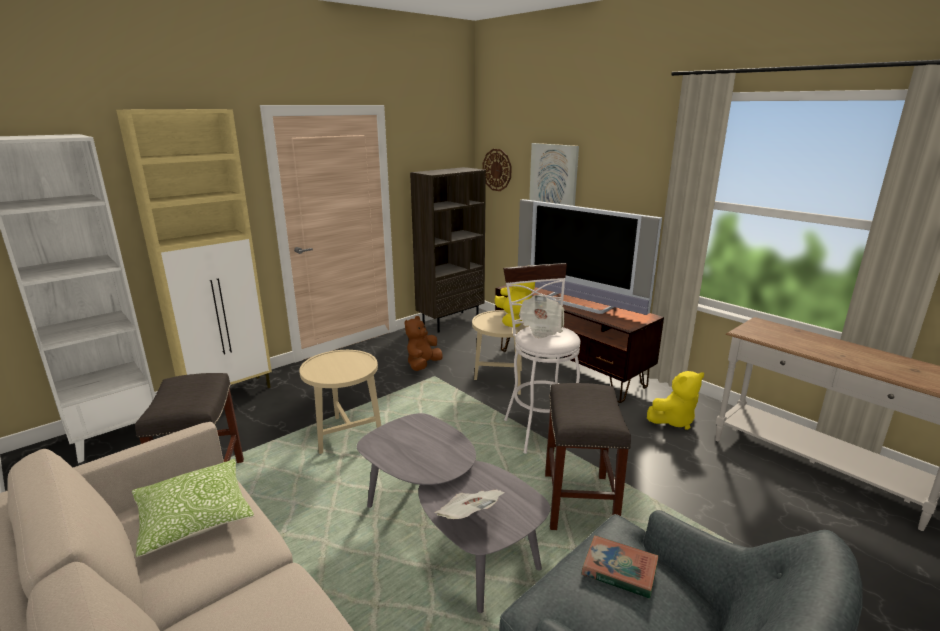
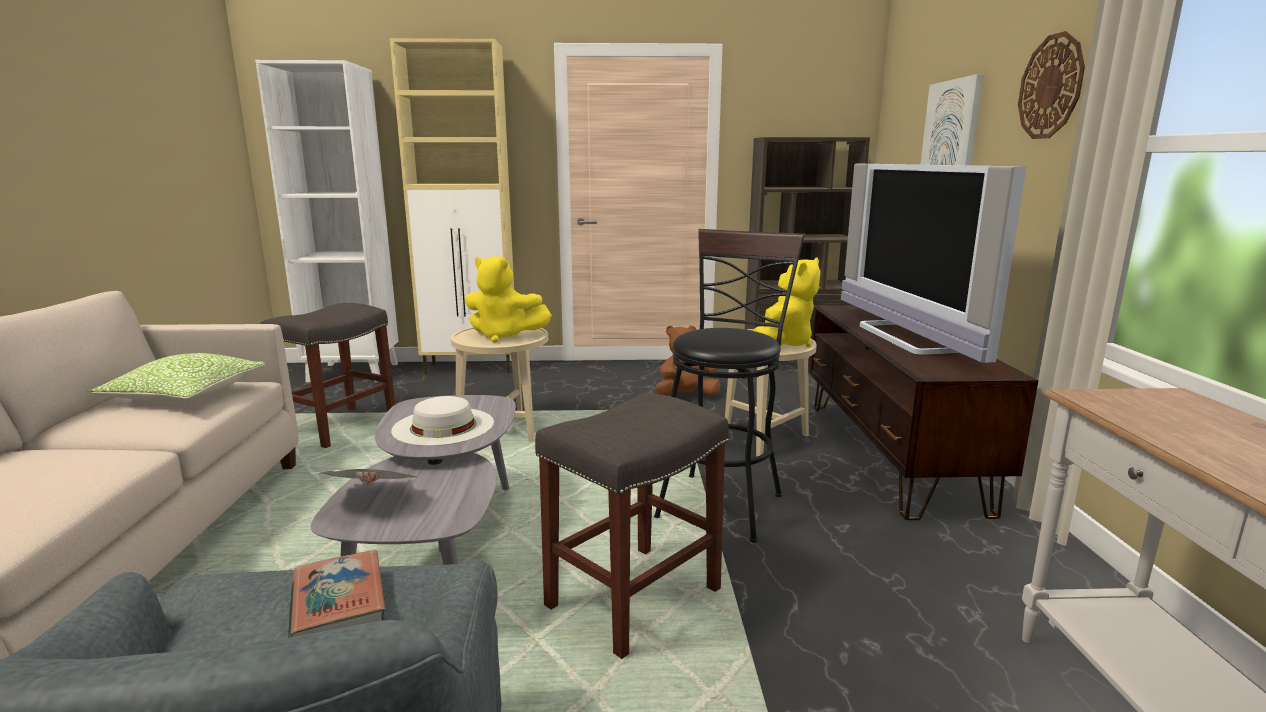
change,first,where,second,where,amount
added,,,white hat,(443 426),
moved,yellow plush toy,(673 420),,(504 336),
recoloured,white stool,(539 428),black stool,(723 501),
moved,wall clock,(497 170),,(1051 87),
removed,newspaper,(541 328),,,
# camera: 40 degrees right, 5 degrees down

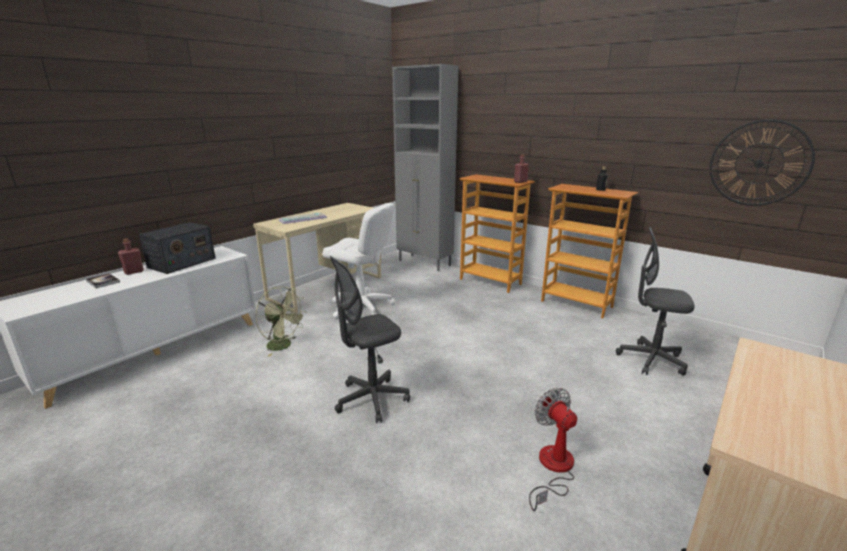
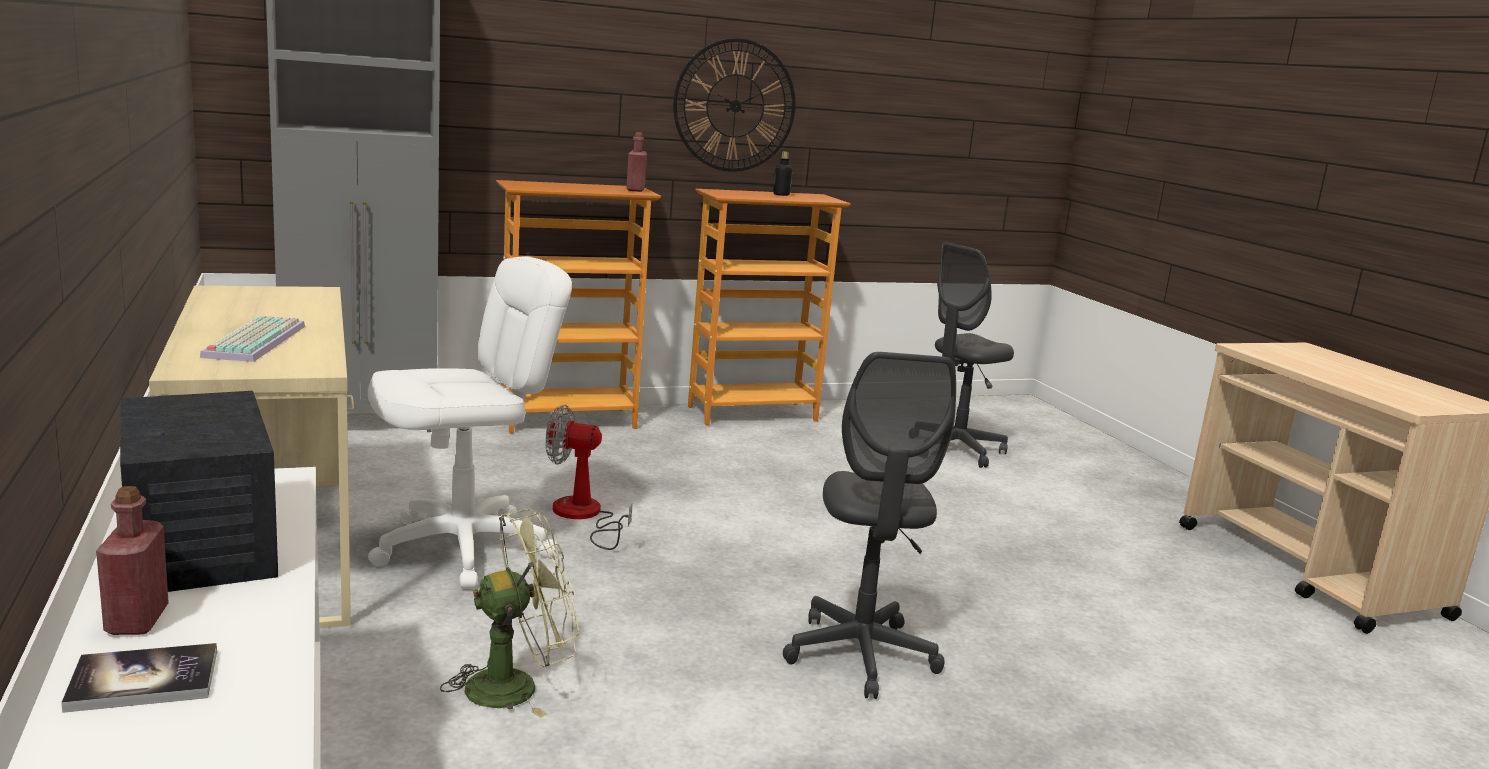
change,first,where,second,where,amount
moved,fan,(553 468),,(584 516),
moved,wall clock,(759 163),,(735 106),
# camera: 60 degrees left, 5 degrees down

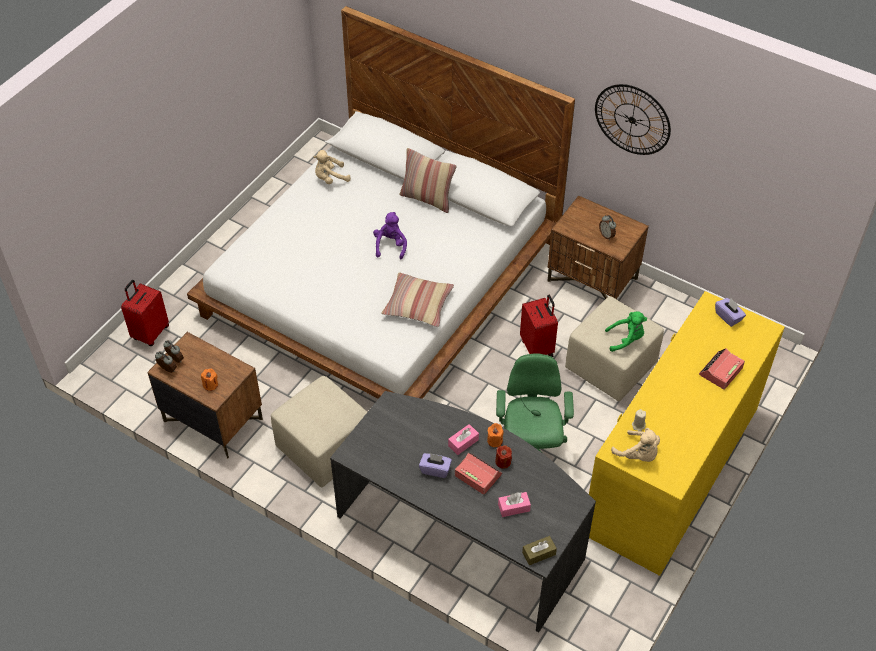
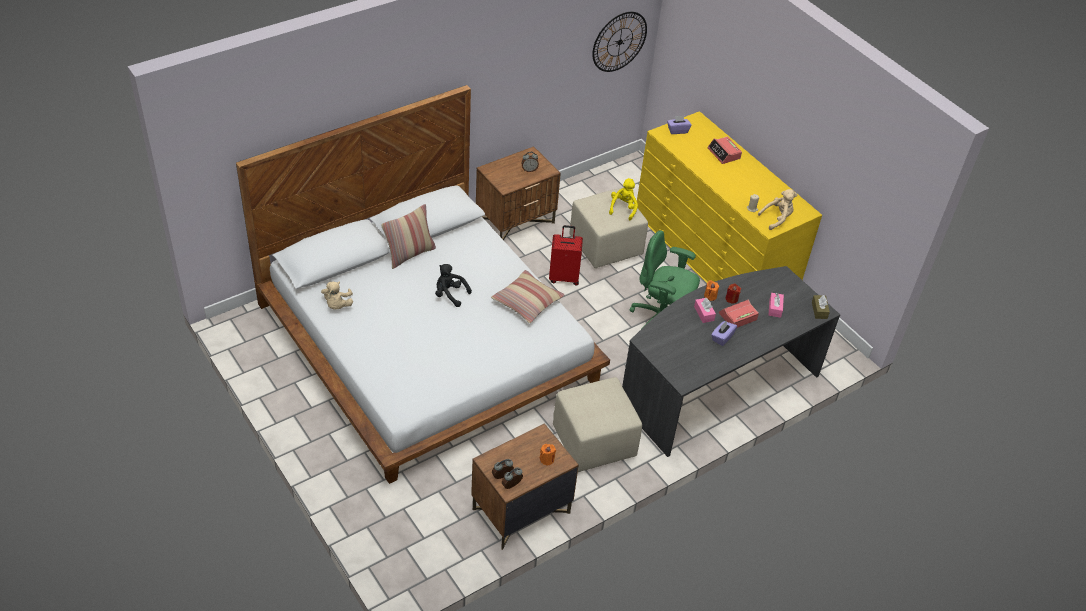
change,first,where,second,where,amount
recoloured,purple plush toy,(390 246),black plush toy,(450 294),
moved,wall clock,(632 119),,(619 42),
recoloured,green plush toy,(626 339),yellow plush toy,(623 208),
removed,red suitcase,(150 333),,,
# camera: 70 degrees left, 5 degrees down

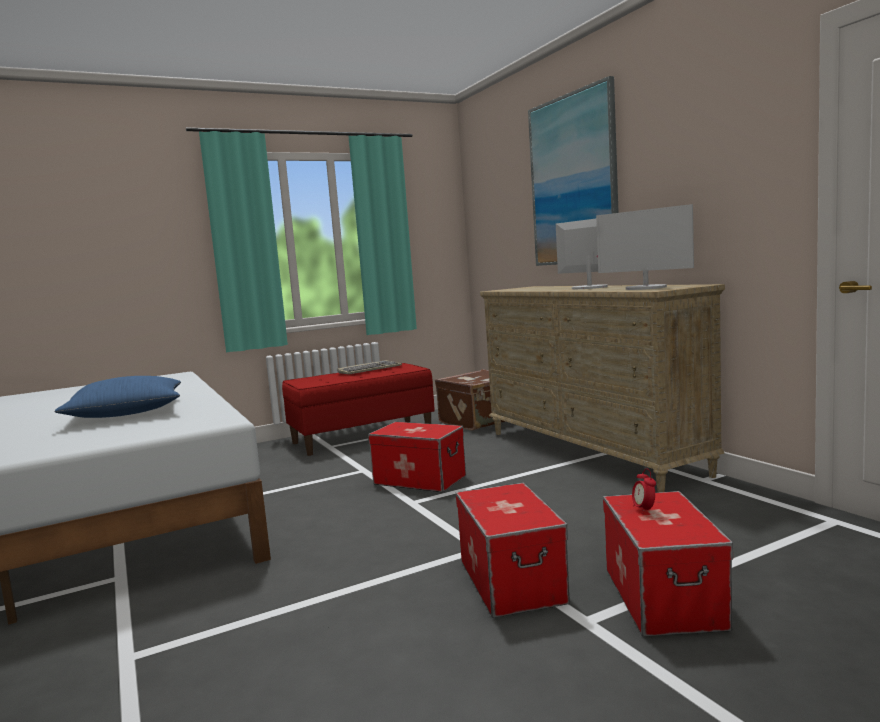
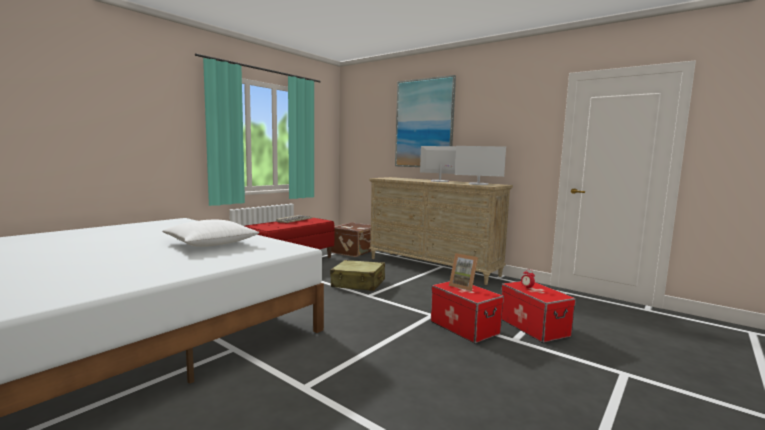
change,first,where,second,where,amount
recoloured,blue pillow,(127 413),white pillow,(211 244),
replaced,storage box,(420 480),beige suitcase,(358 284),
added,,,picture frame,(463 286),
# camera: 25 degrees left, 0 degrees up

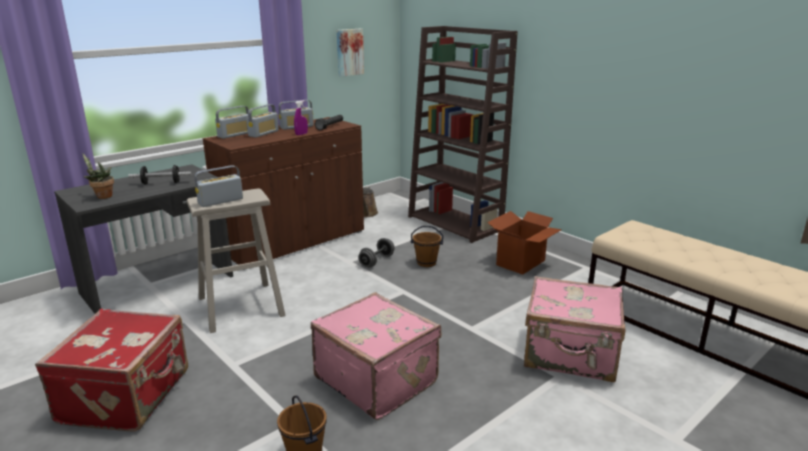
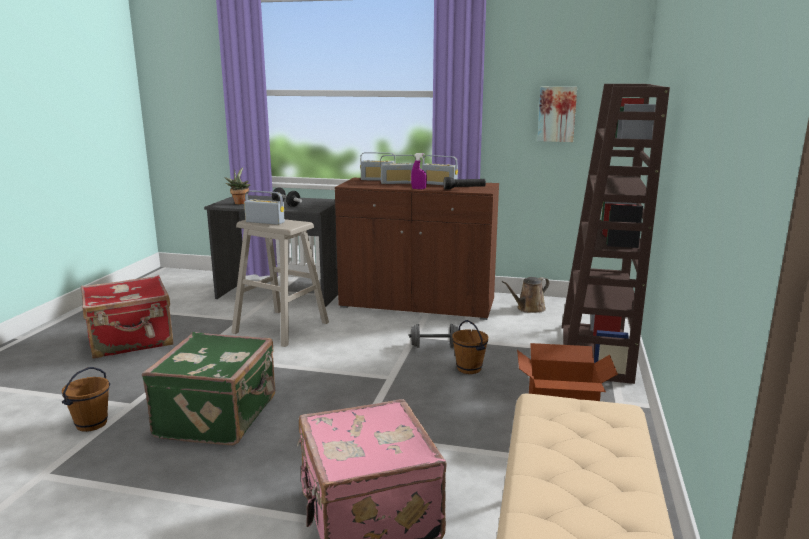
change,first,where,second,where,amount
recoloured,pink suitcase,(377 379),green suitcase,(219 417),
# camera: 55 degrees right, 5 degrees down

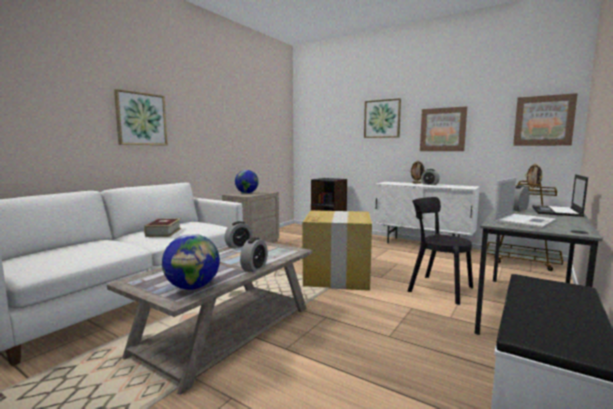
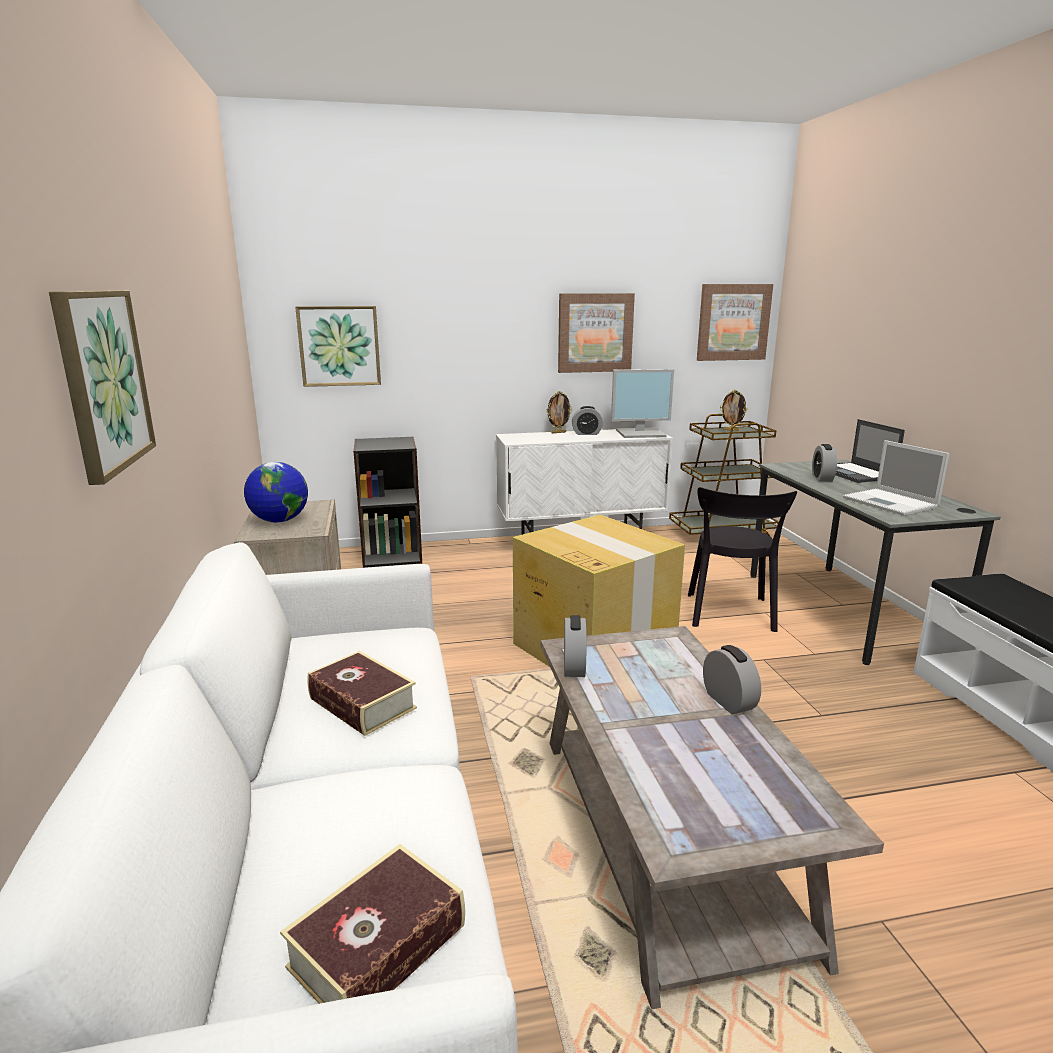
change,first,where,second,where,amount
added,,,book,(378 946),
moved,picture,(382 119),,(339 346),
added,,,monitor,(641 433),
turned,black chair,(437 288),,(730 614),75 degrees counterclockwise
turned,laptop,(524 221),,(891 503),150 degrees clockwise
removed,globe,(193 287),,,
# camera: 45 degrees left, 10 degrees up

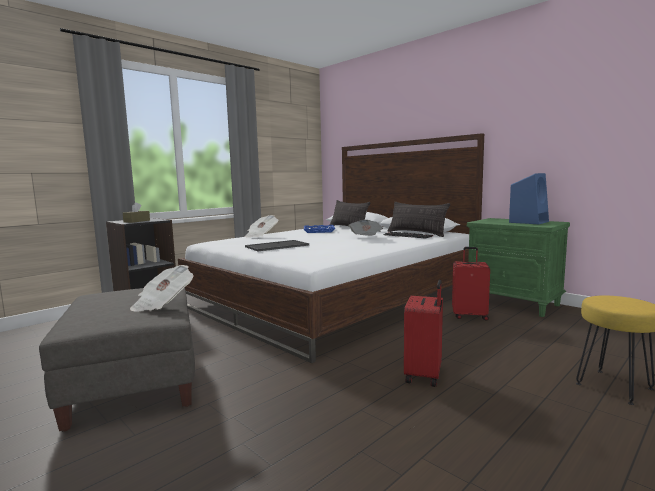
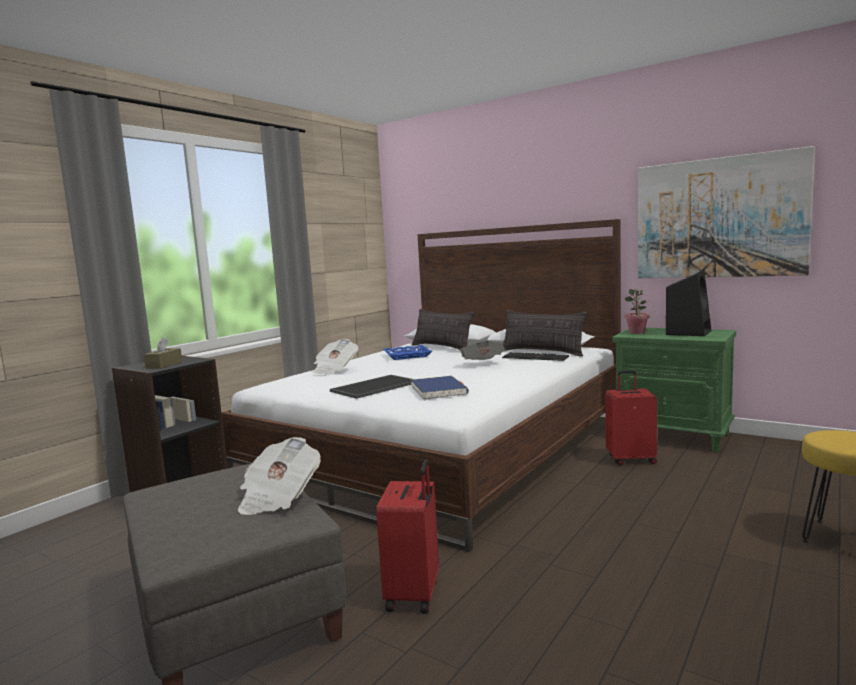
change,first,where,second,where,amount
moved,red suitcase,(424 375),,(415 594),
added,,,blue book,(438 391),
added,,,potted plant,(637 332),
added,,,picture,(719 218),
recoloured,blue speaker,(529 222),black speaker,(688 332),
# camera: 10 degrees left, 0 degrees up

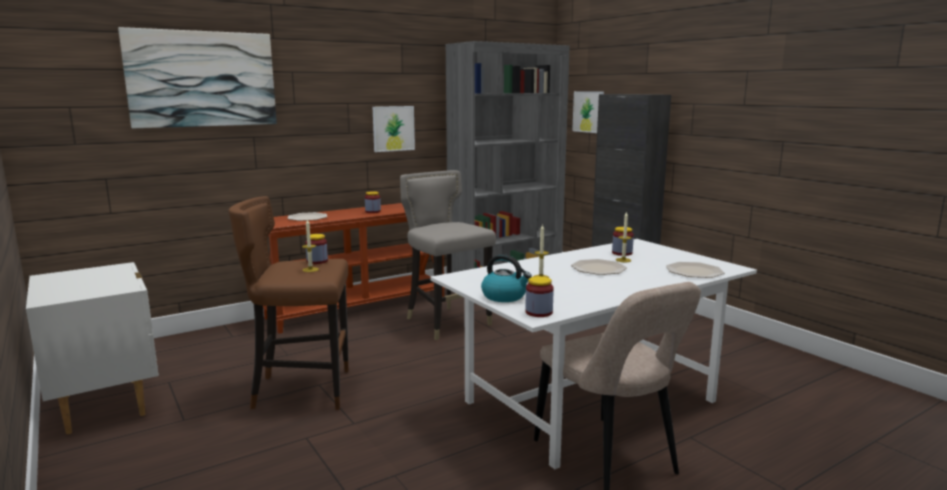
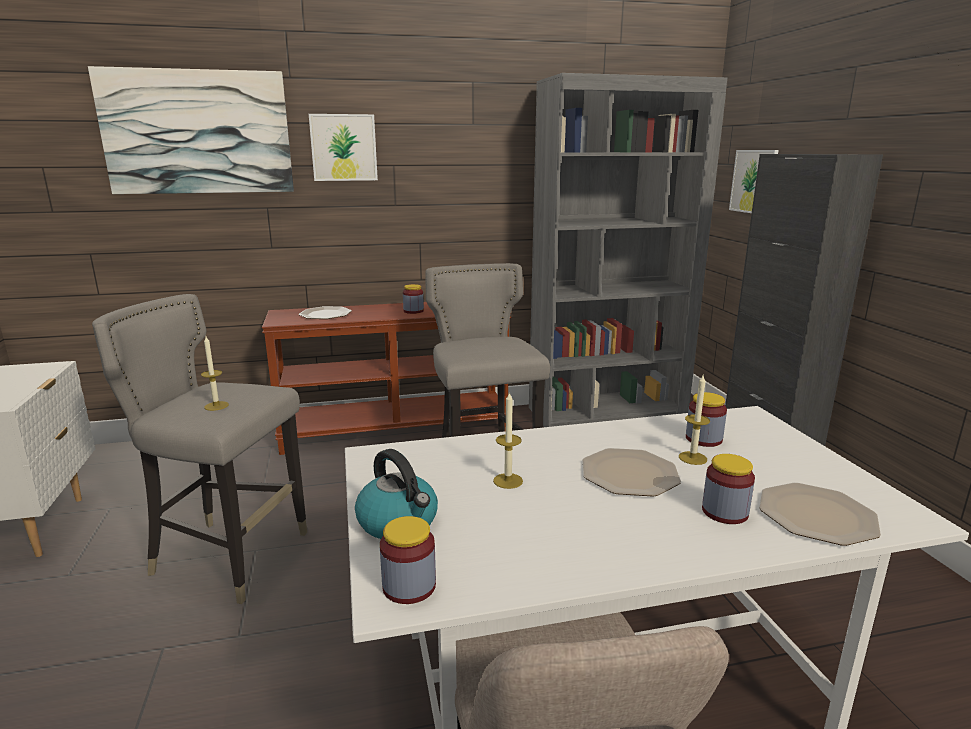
change,first,where,second,where,amount
recoloured,brown stool,(302 390),grey stool,(228 556),
moved,picture,(393 128),,(343 147),
moved,jar,(317 261),,(725 512),
# camera: 20 degrees right, 5 degrees up

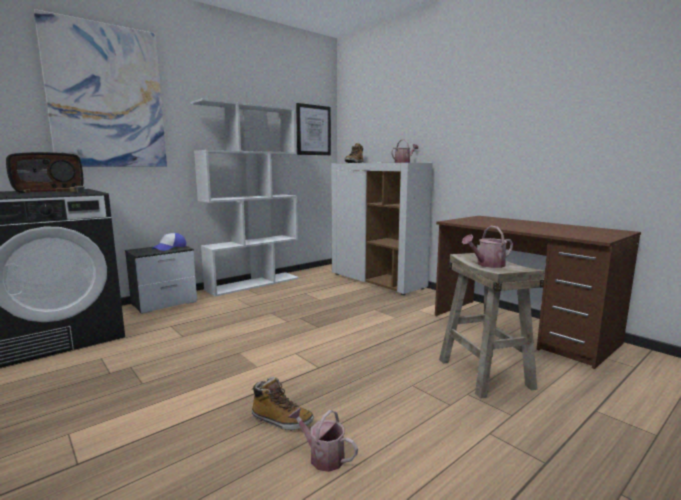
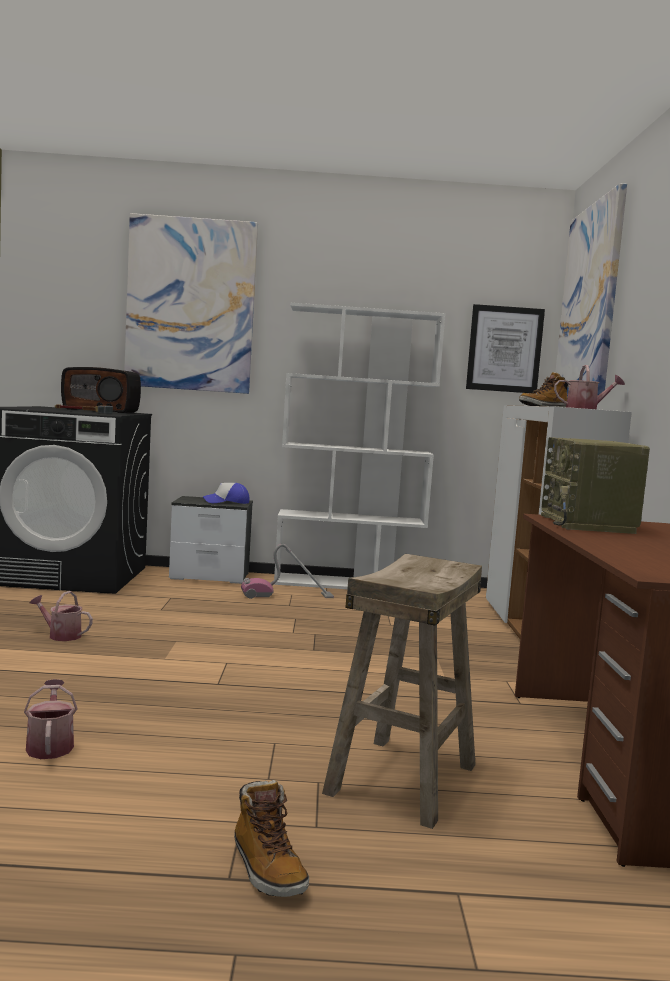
change,first,where,second,where,amount
moved,watering can,(487 265),,(61 635),
moved,boot,(281 420),,(267 869),
added,,,vacuum cleaner,(287 595),
added,,,radio,(588 524),
added,,,picture,(589 301),
# camera: 40 degrees right, 5 degrees down

